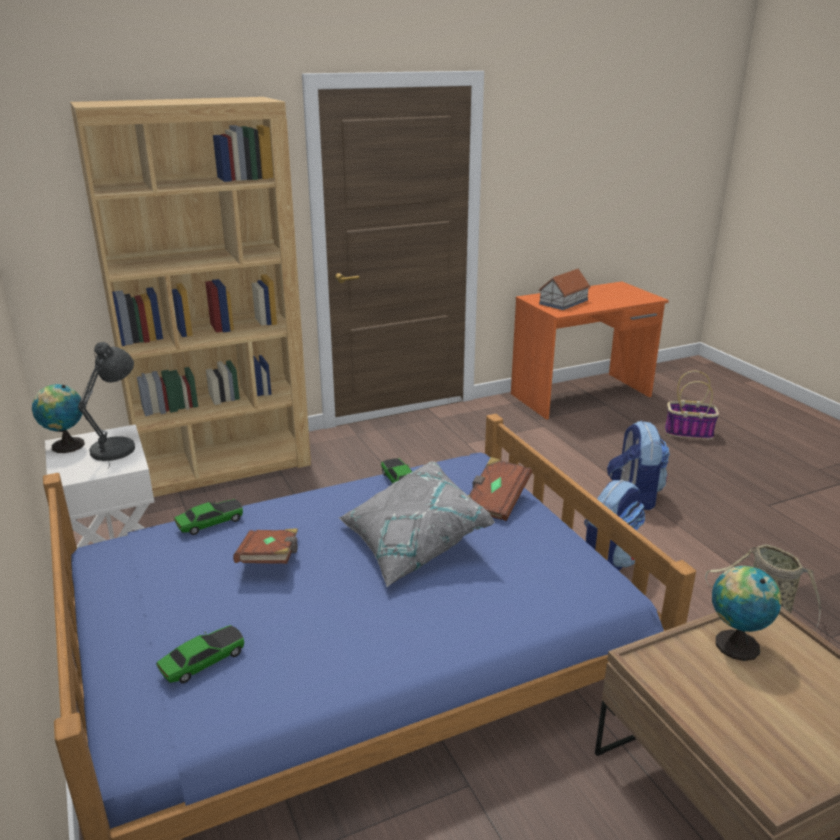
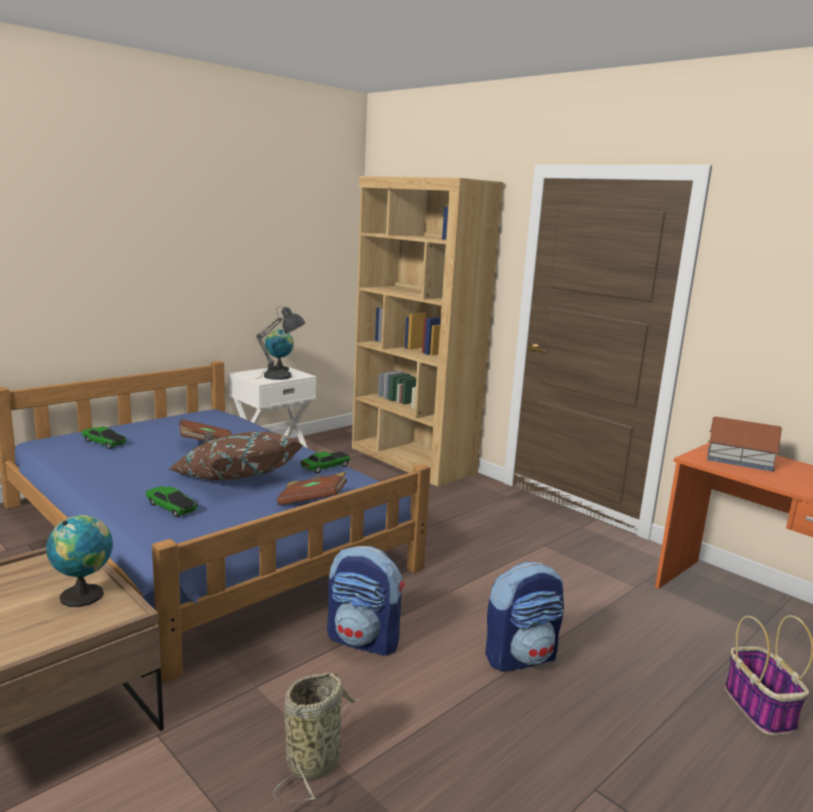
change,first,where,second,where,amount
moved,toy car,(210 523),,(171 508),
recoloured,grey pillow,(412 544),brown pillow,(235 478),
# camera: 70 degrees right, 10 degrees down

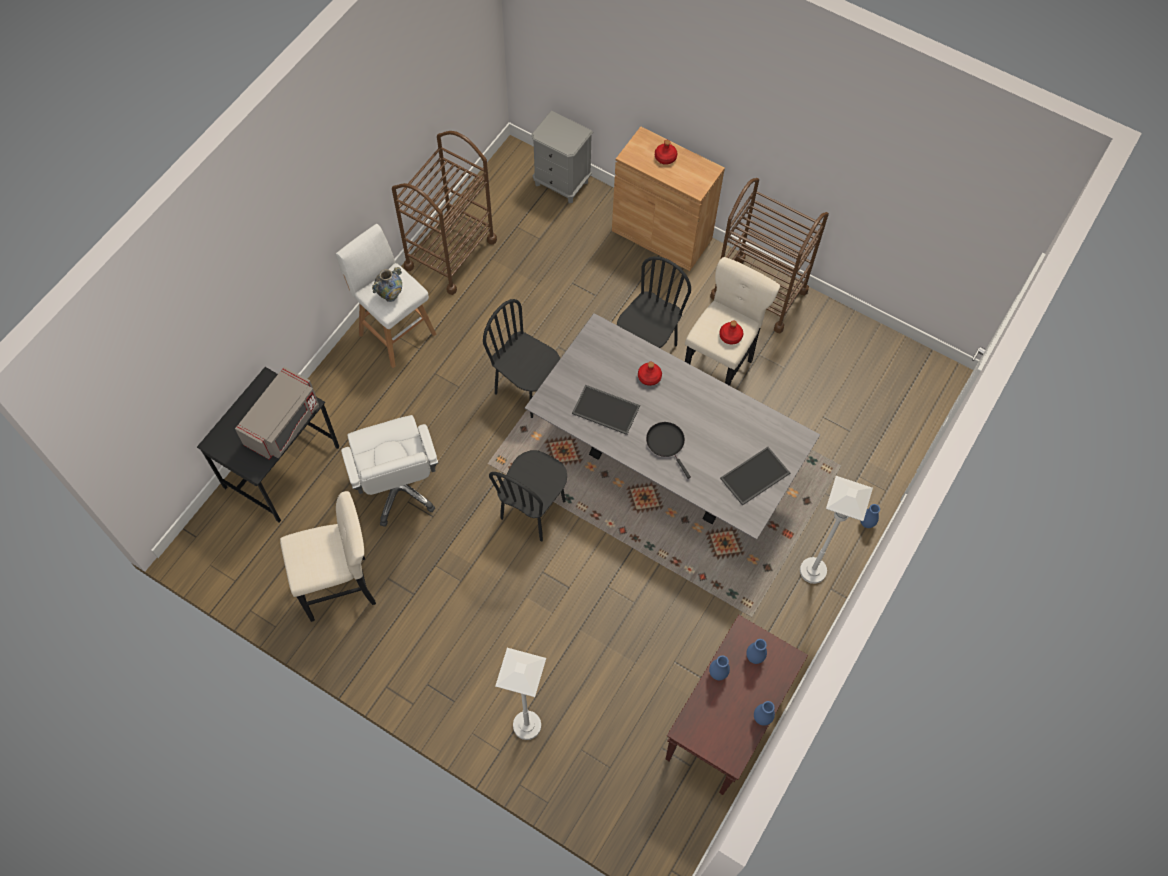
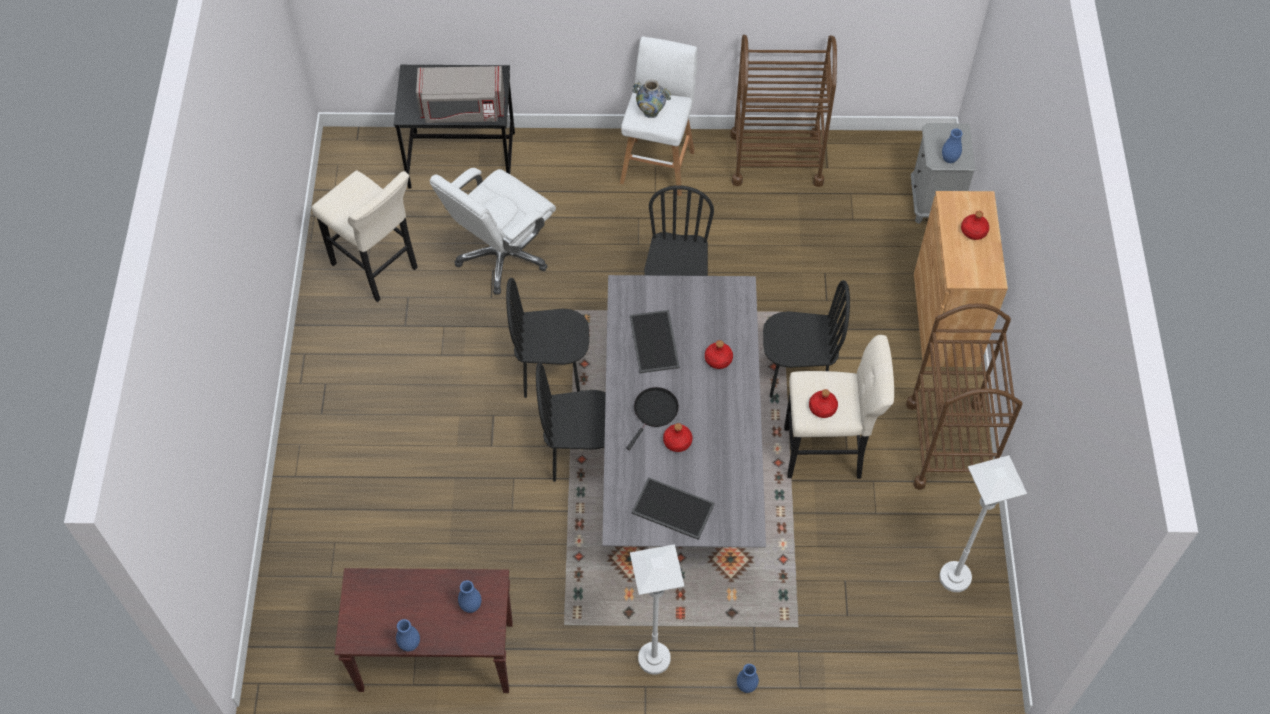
change,first,where,second,where,amount
added,,,black chair,(580 455),
added,,,red bottle,(677 441),
moved,white floor lamp,(527 725),,(955 577),
moved,blue vase,(717 673),,(949 159),
# camera: 60 degrees right, 5 degrees down

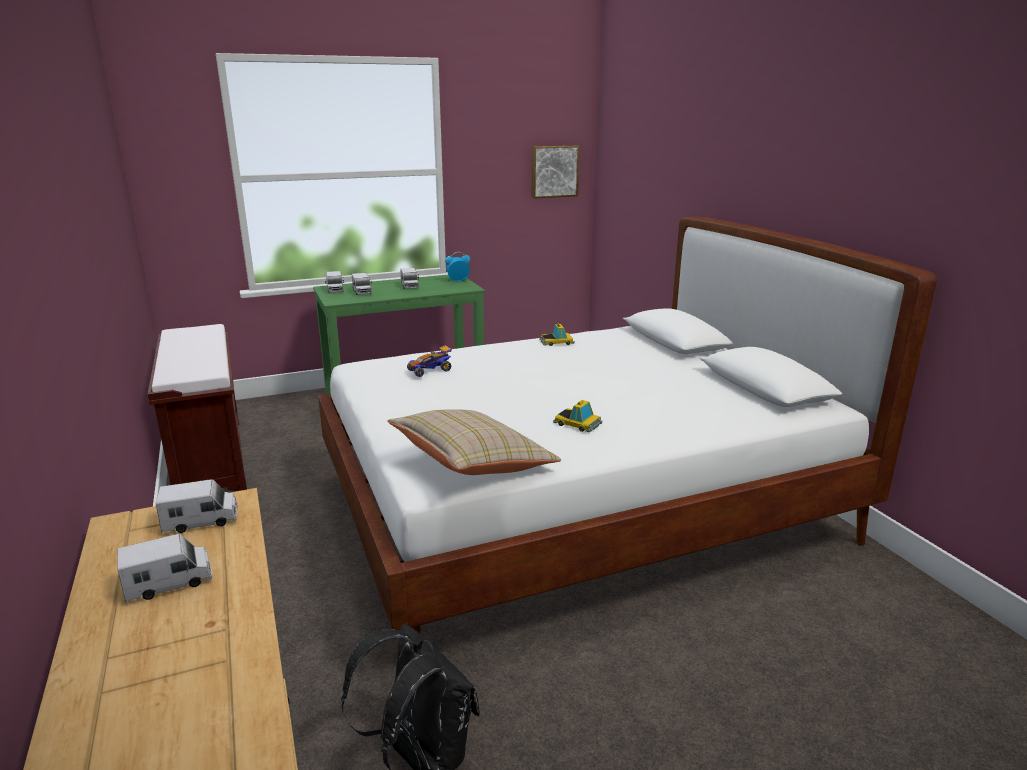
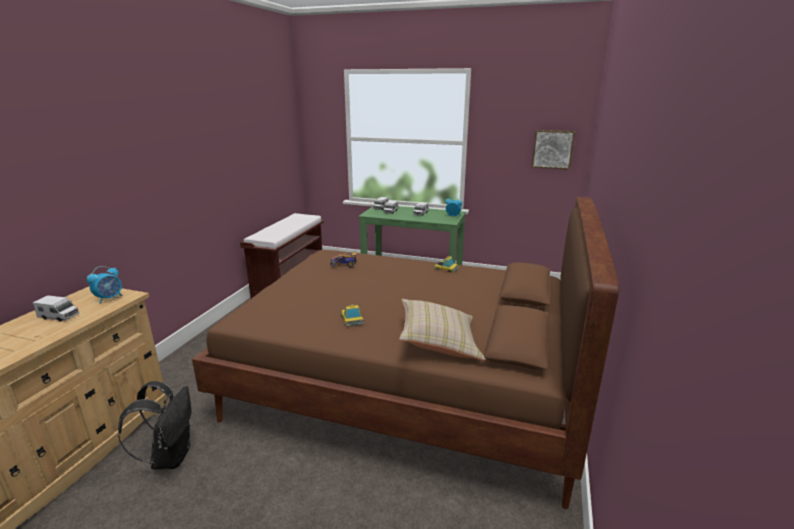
change,first,where,second,where,amount
replaced,toy truck,(201 521),alarm clock,(109 298),
recoloured,white bed,(579 510),brown bed,(407 382),
moved,beige pillow,(473 465),,(438 342),
# camera: 40 degrees right, 0 degrees up

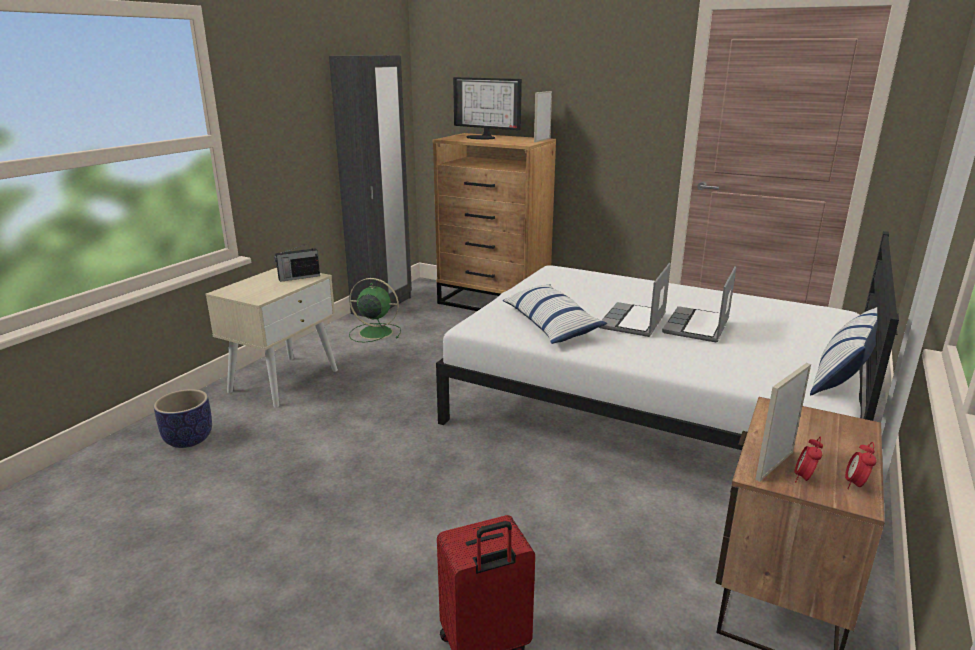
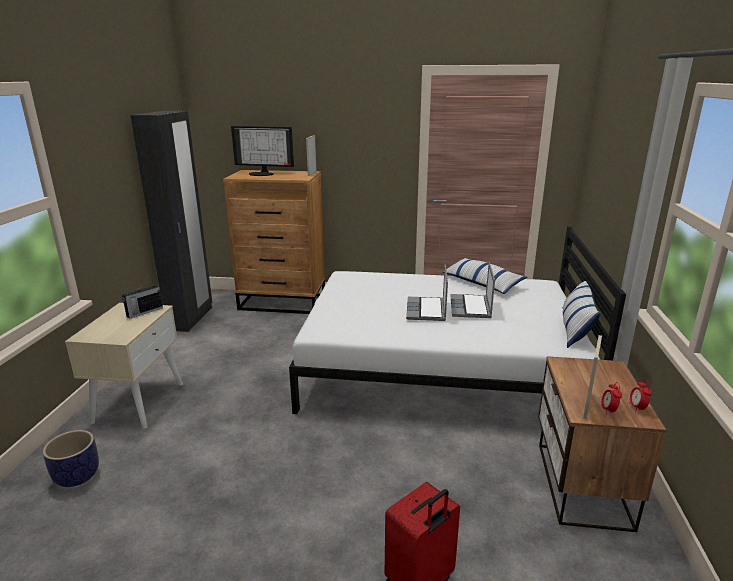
change,first,where,second,where,amount
moved,pillow,(550 325),,(482 283),
removed,green fan,(374 332),,,
# camera: 20 degrees left, 0 degrees up

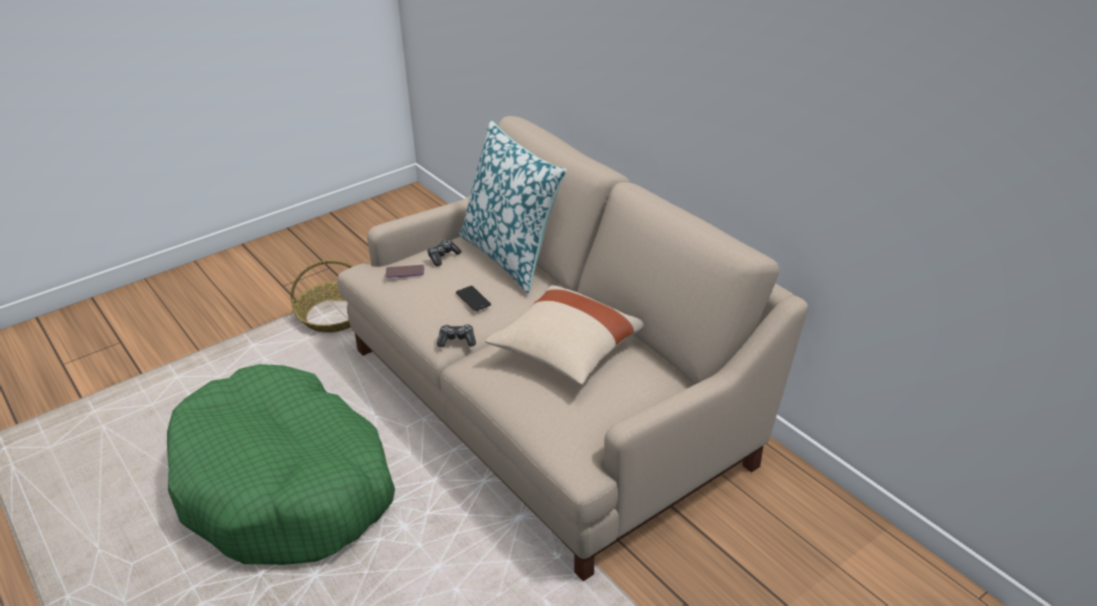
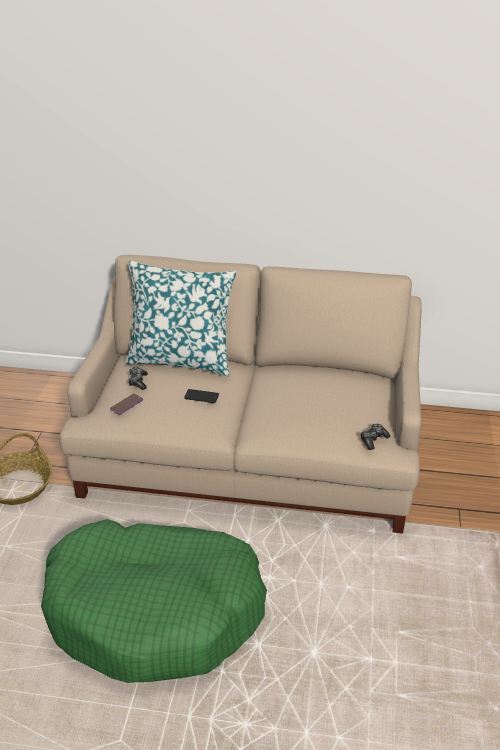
change,first,where,second,where,amount
moved,game controller,(457 340),,(373 440),
removed,beige pillow,(566 352),,,
# camera: 45 degrees left, 0 degrees up

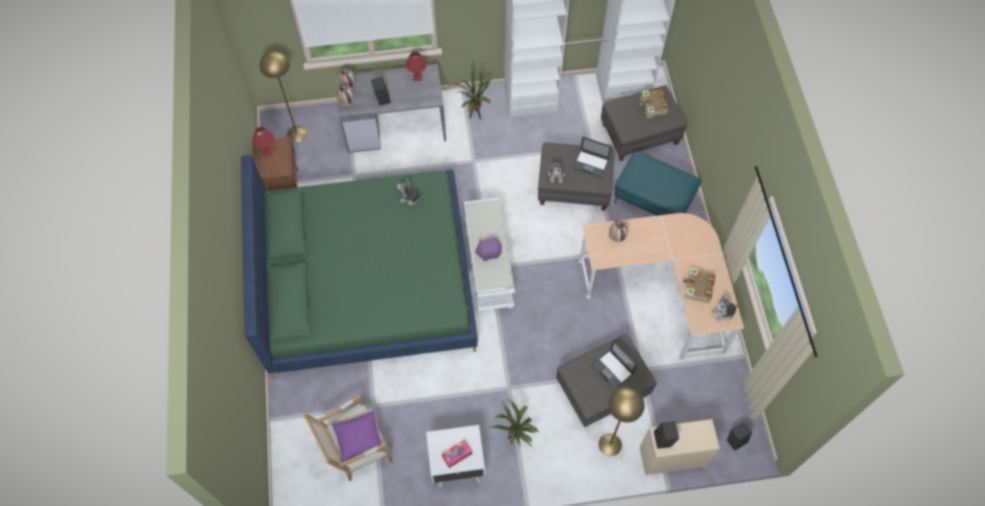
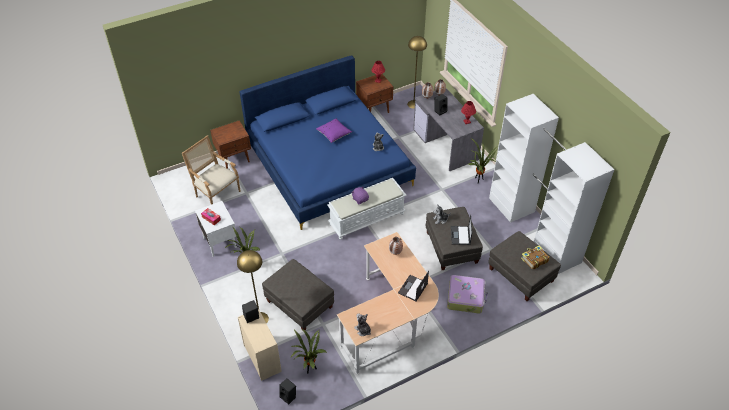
change,first,where,second,where,amount
added,,,brown nightstand,(234 158),
recoloured,green bed,(367 279),blue bed,(328 165),
added,,,potted plant,(310 369),
moved,purple pillow,(359 440),,(334 134),
moved,laptop,(612 370),,(412 288),
replaced,turquoise ottoman,(652 201),suitcase,(466 297),
removed,book,(697 288),,,
# camera: 70 degrees right, 15 degrees down

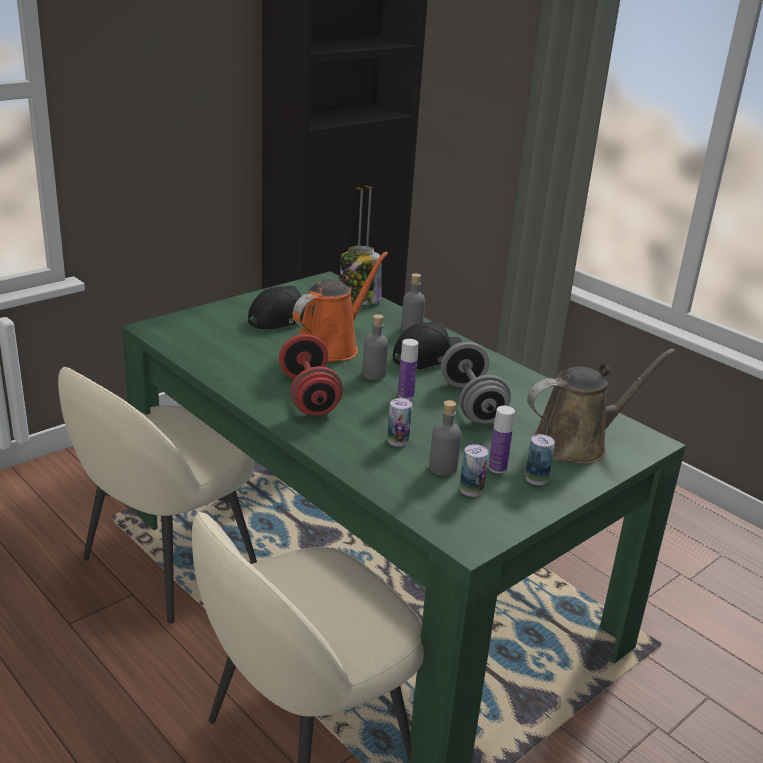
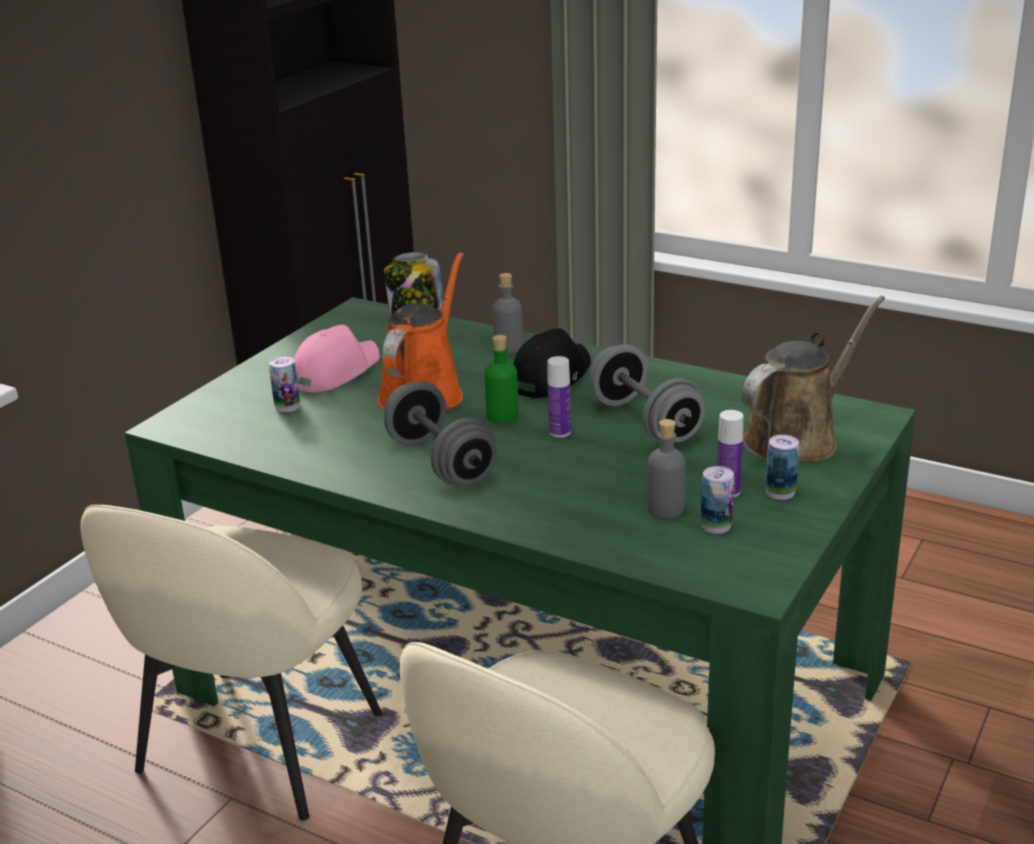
change,first,where,second,where,amount
moved,can,(398 441),,(287 406),
recoloured,black cap,(282 318),pink cap,(335 372),
recoloured,red dumbbell,(309 395),grey dumbbell,(441 462),
recoloured,grey bottle,(374 374),green bottle,(502 415),
# camera: 15 degrees left, 0 degrees up

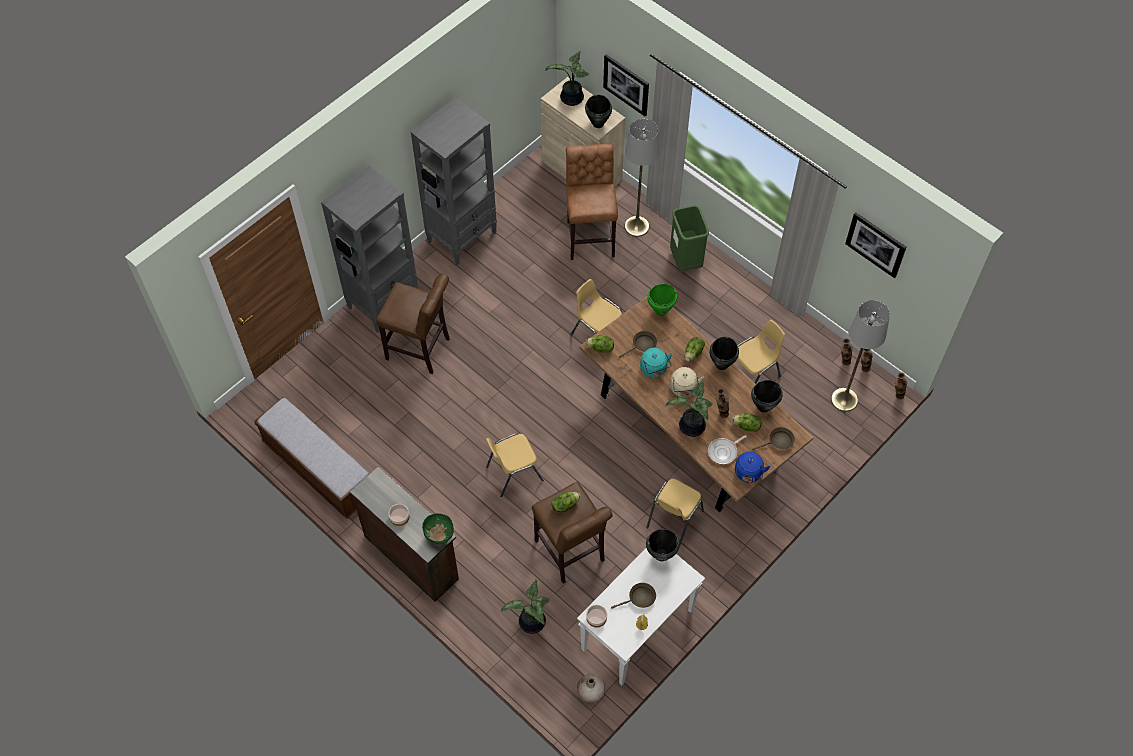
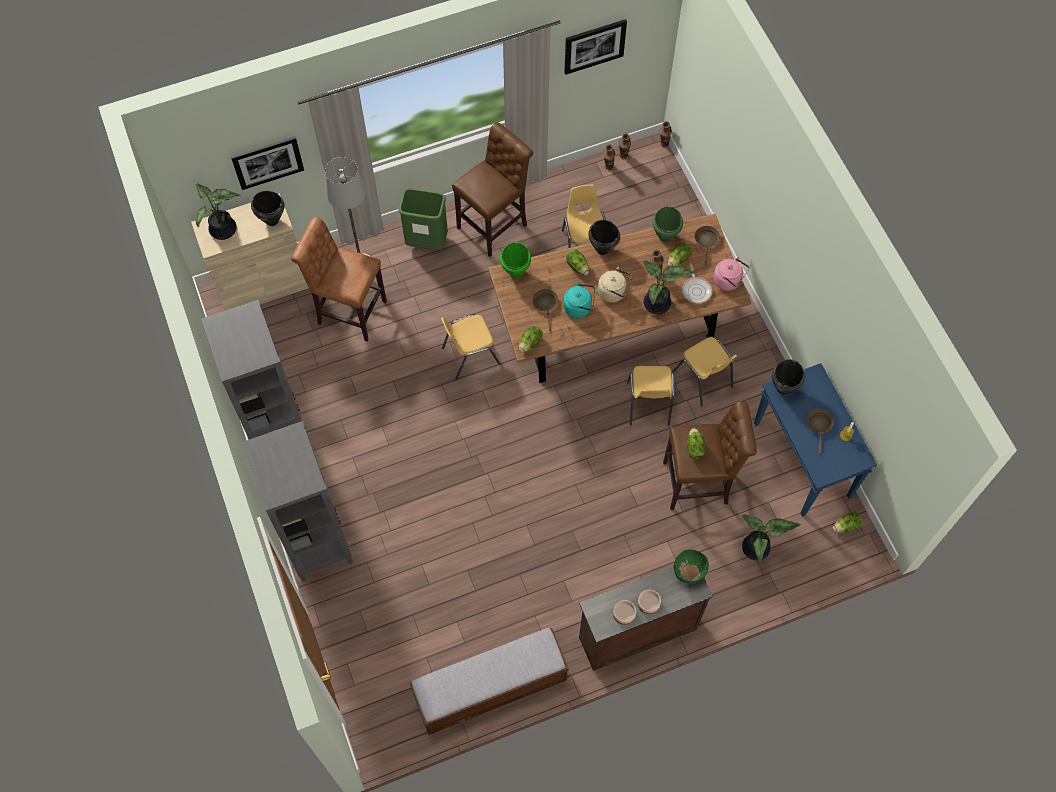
change,first,where,second,where,amount
moved,brown stool,(421 350),,(495 225),
moved,bowl,(596 618),,(624 614),
moved,yellow chair,(513 473),,(648 404),
recoloured,black cooking pot,(764 407),green cooking pot,(665 236),
recoloured,blue kettle,(748 474),pink kettle,(728 281),
recoloured,white console table,(637 631),blue console table,(802 460),
replaced,beige vase,(590 691),lettuce,(846 526),
removed,grey floor lamp,(844 399),,,
# camera: 65 degrees left, 5 degrees up

